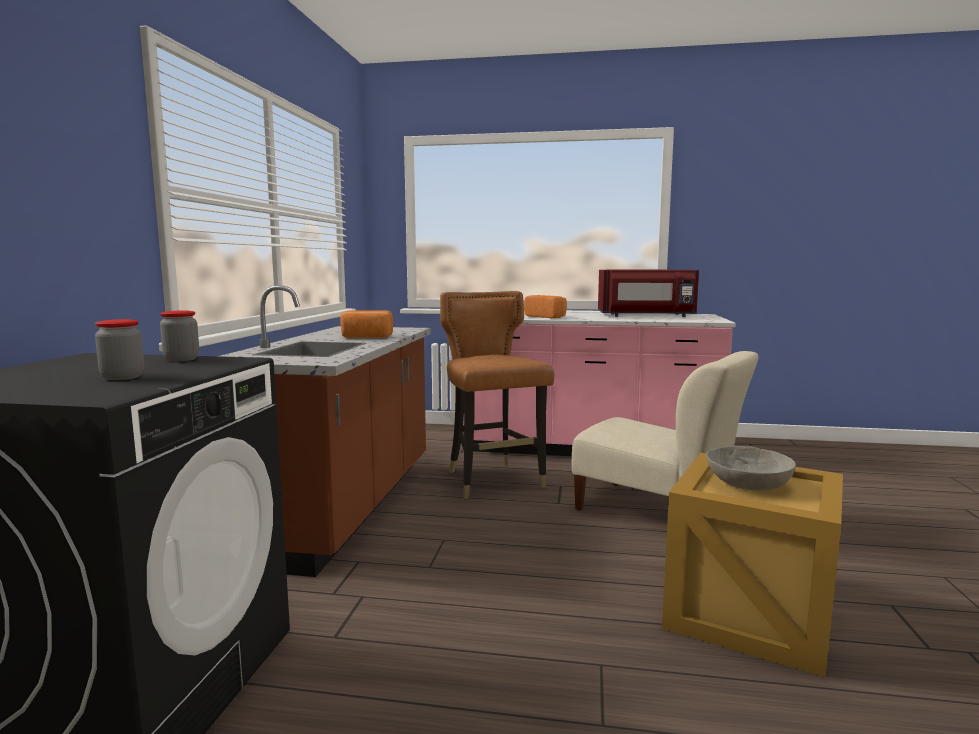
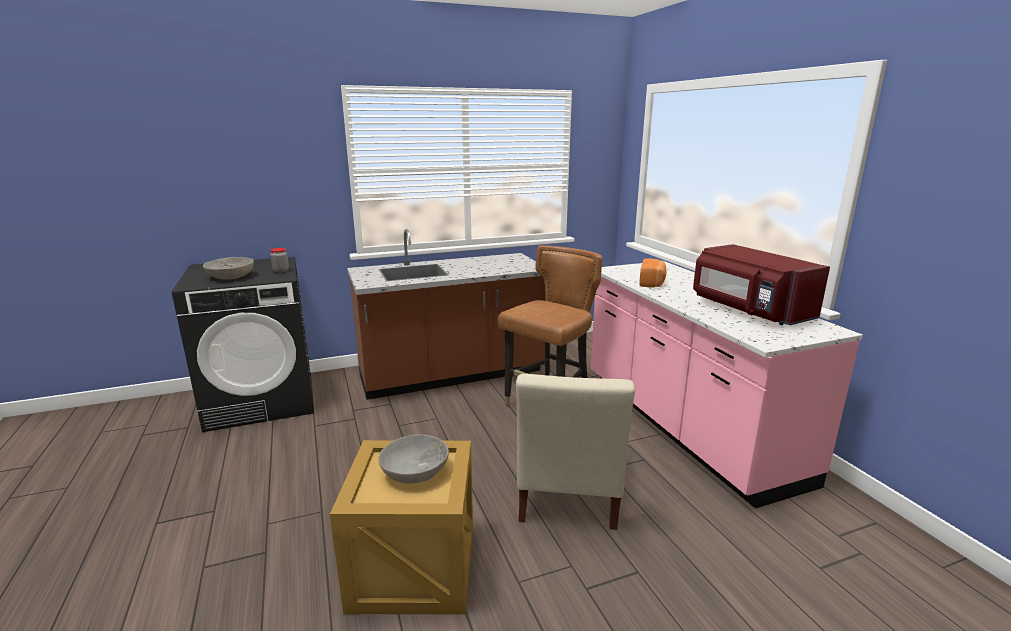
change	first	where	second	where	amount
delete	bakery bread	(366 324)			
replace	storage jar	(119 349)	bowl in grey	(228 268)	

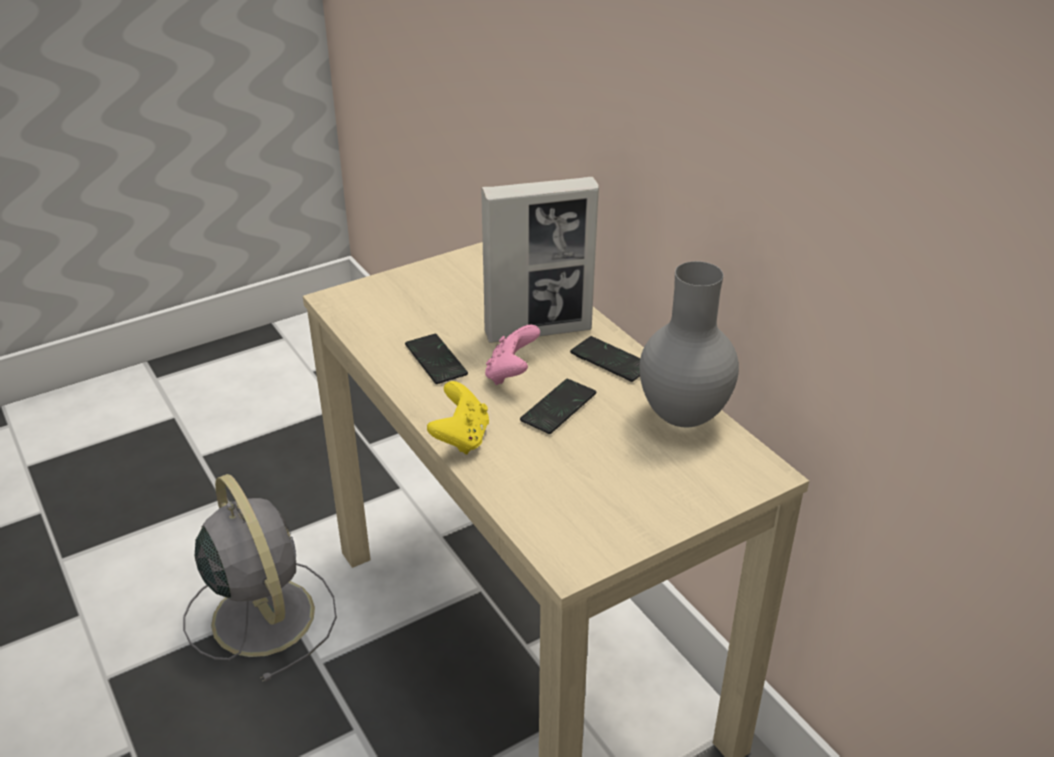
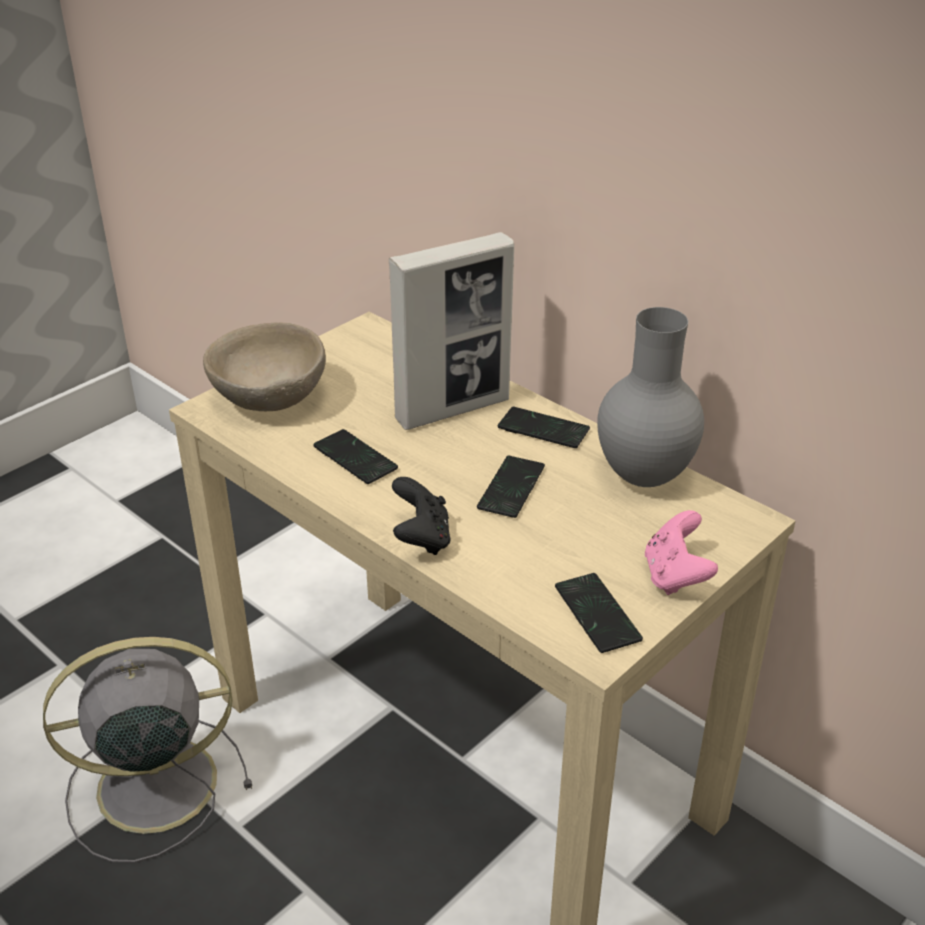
change	first	where	second	where	amount
move	joypad in pinkish	(512 355)		(681 552)	
recolor	joypad in yellowish	(458 418)	joypad in black-coloured	(421 516)	
rotate	electric fan in grey	(260 578)		(147 750)	60 degrees counterclockwise
insert			bowl in beige	(264 367)	
insert			handset	(599 613)	

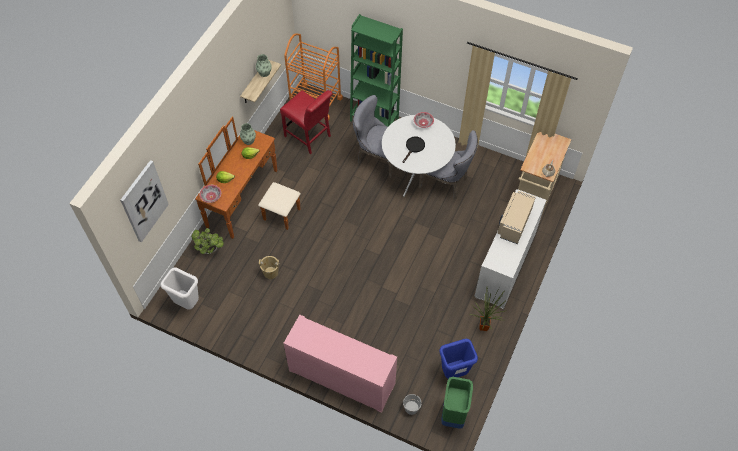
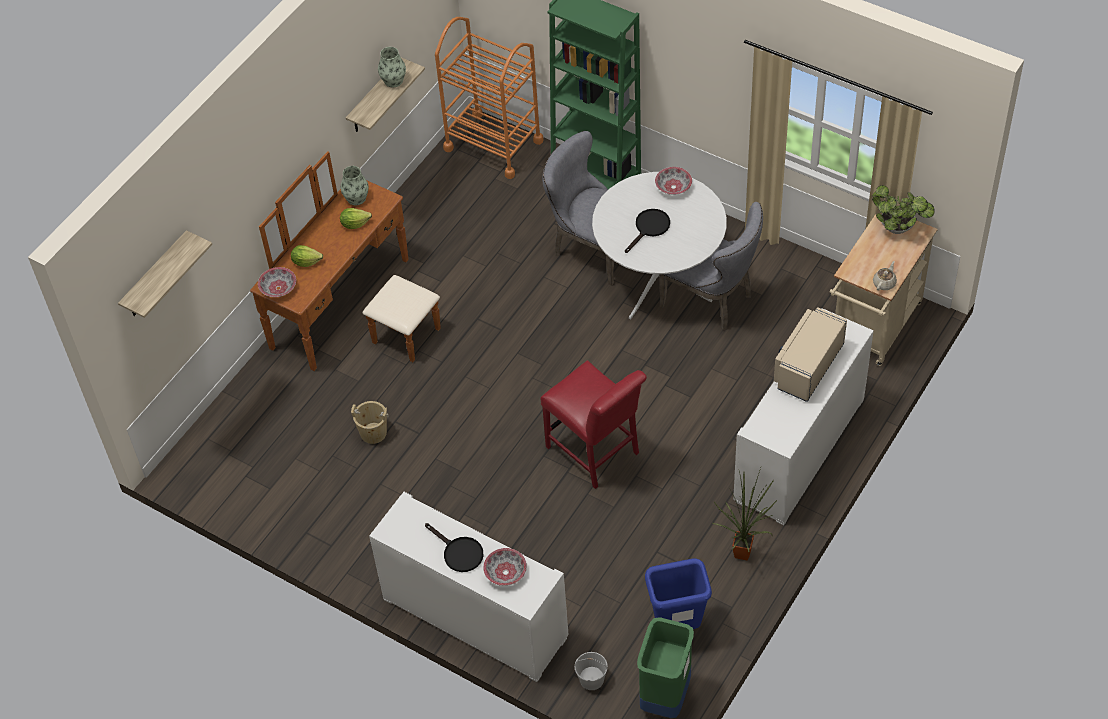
change	first	where	second	where	amount
move	upright chair in red-coloured	(306 122)		(593 424)	
replace	wall picture	(144 201)	wall shelf	(165 274)	
move	houseplant	(207 241)		(903 209)	
delete	trash can in white	(179 288)			
recolor	cupboard in pinkish	(340 364)	cupboard in white	(469 587)	
insert			pan in black-coloured	(454 547)	
insert			bowl	(505 567)	

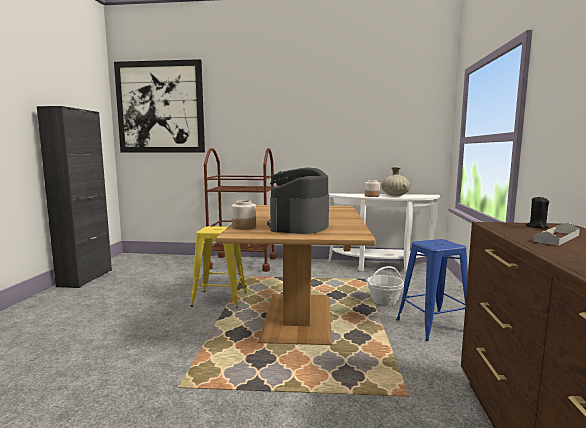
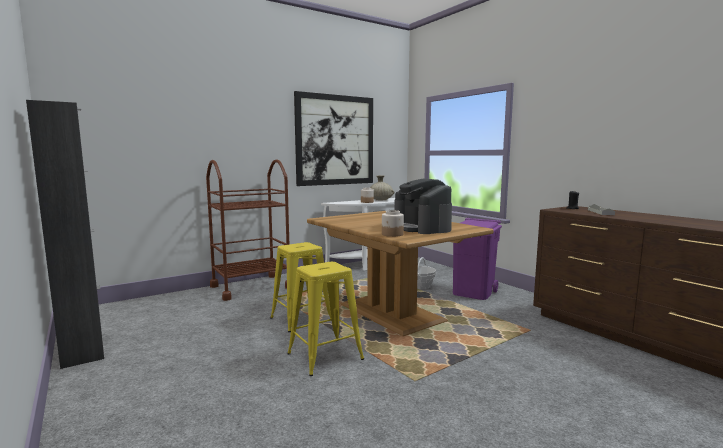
change	first	where	second	where	amount
move	wall picture	(159 105)		(333 138)	
replace	sitting stool in bluish	(432 290)	trash can in purple-coloured	(477 259)	
insert			sitting stool in yellowish	(325 319)	

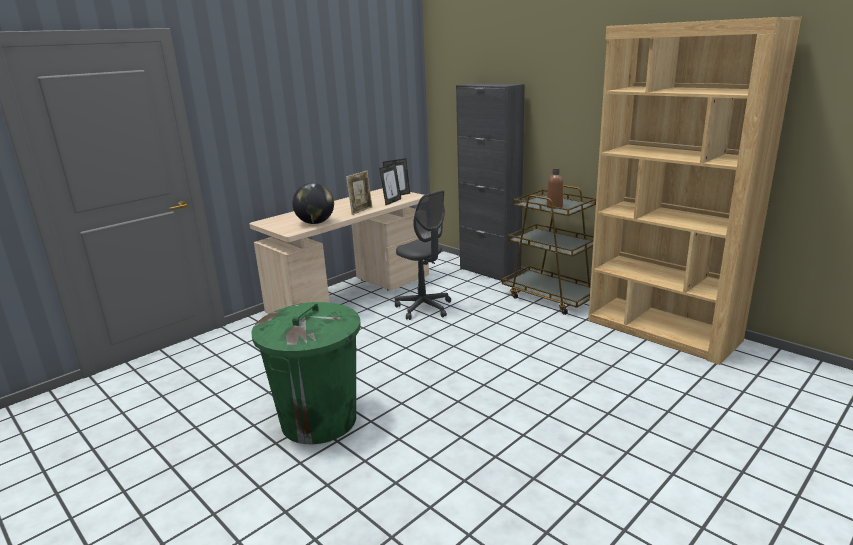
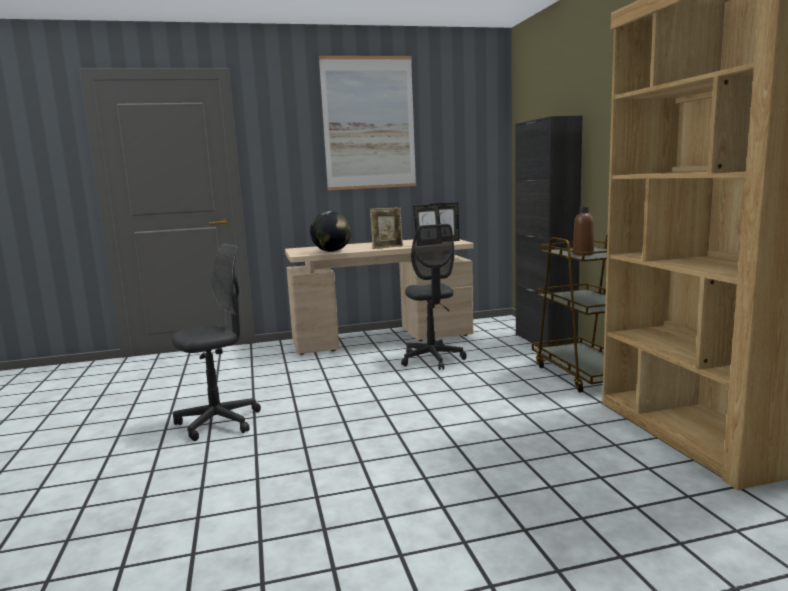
change	first	where	second	where	amount
replace	trash can in greenish	(305 373)	desk chair in grey	(216 342)	
insert			wall picture	(367 123)	

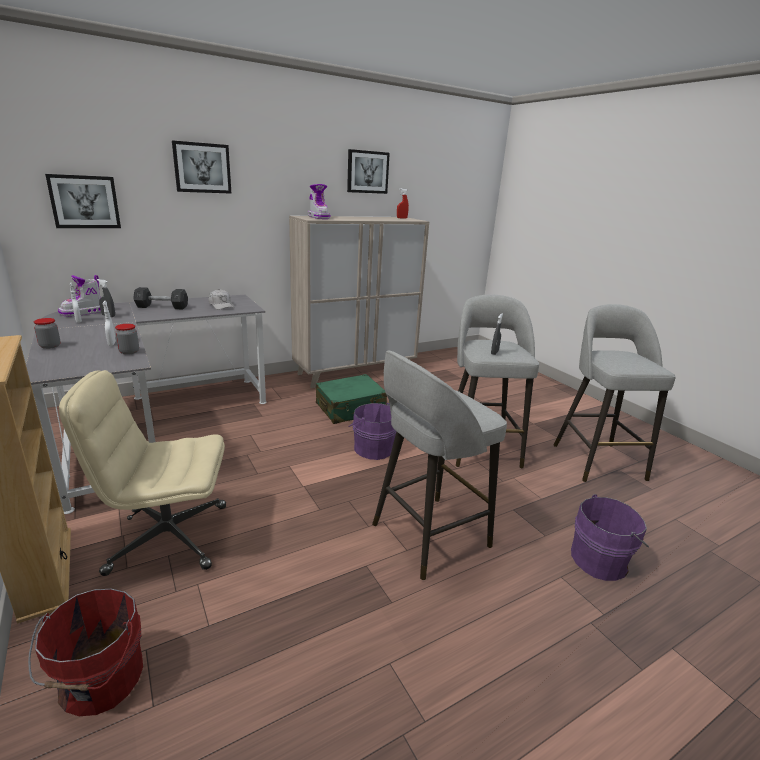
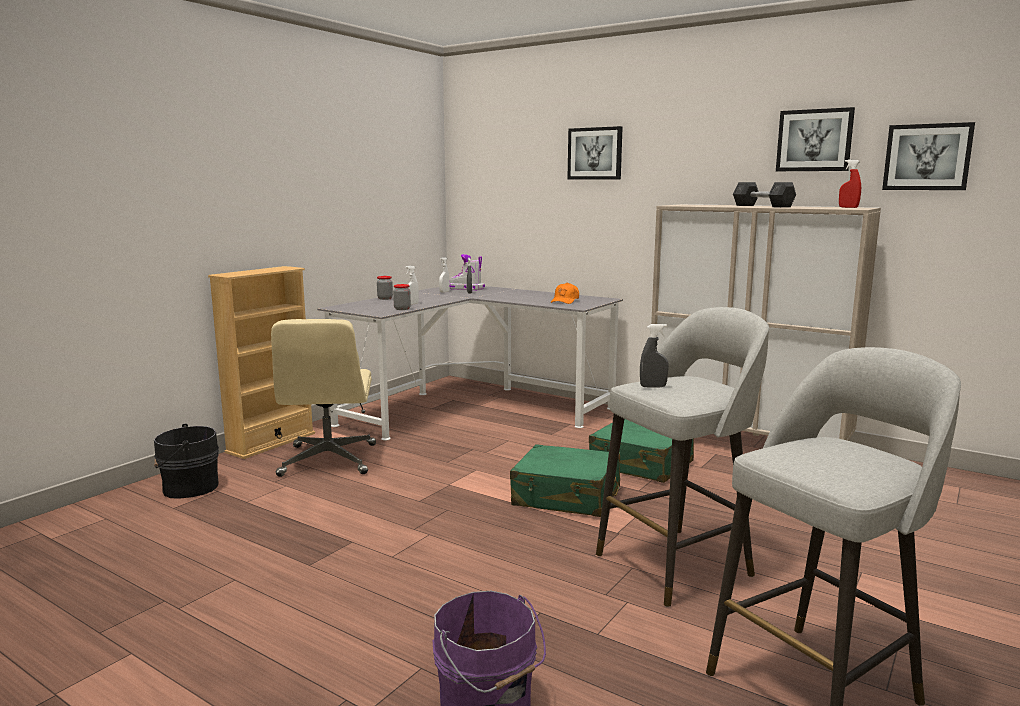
change	first	where	second	where	amount
move	wall picture	(83 201)		(928 156)	
delete	boot	(319 201)			
move	dumbbell in grey	(160 298)		(764 194)	
recolor	baseball cap in white	(222 299)	baseball cap in orangey	(565 293)	
delete	sitting stool in grey	(439 465)			
rotate	desk chair in beige	(142 473)		(323 398)	150 degrees counterclockwise
replace	bucket in purple-coloured	(372 431)	travel case in greenish	(565 480)	
recolor	bucket in red-coloured	(85 652)	bucket in black-coloured	(186 461)	

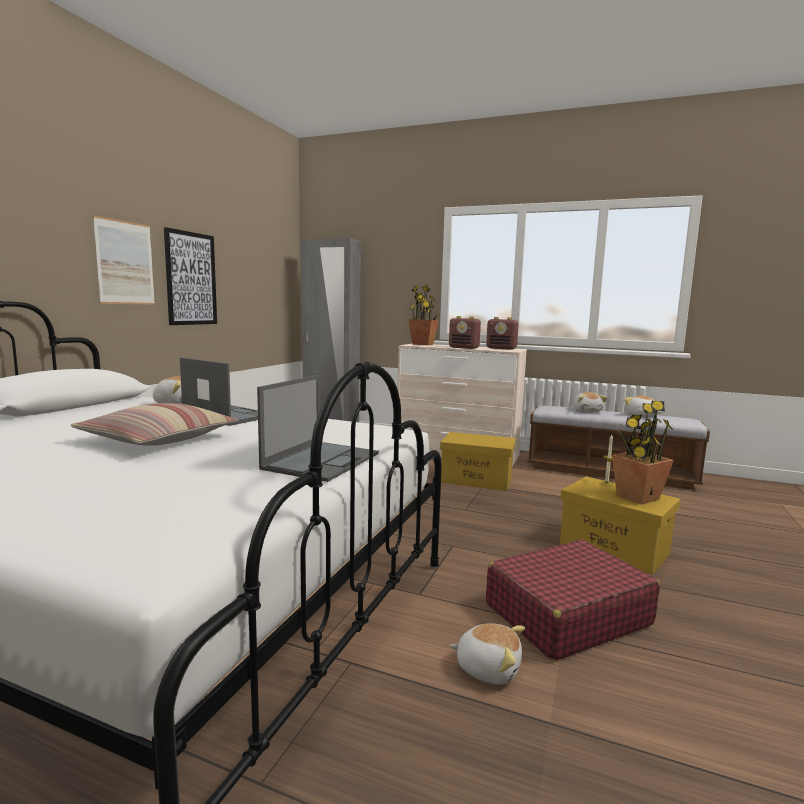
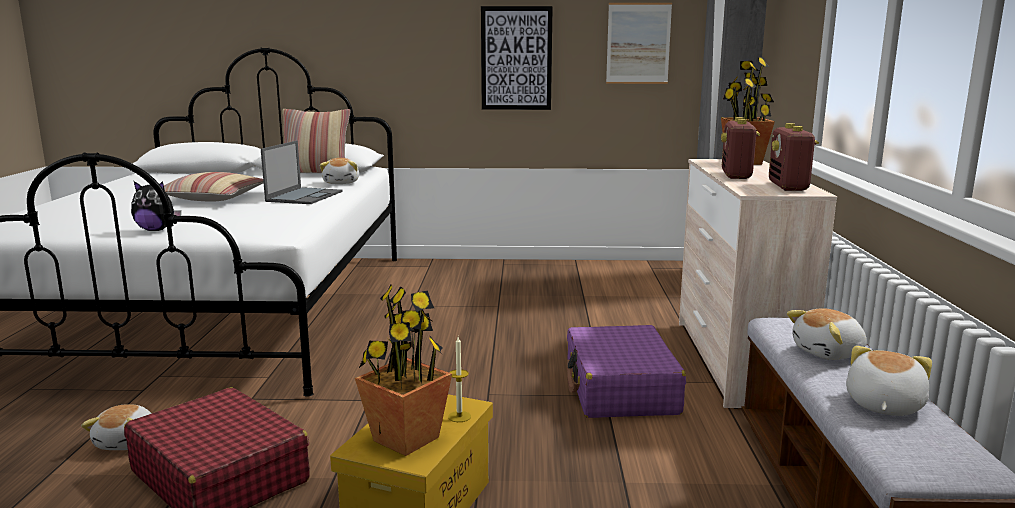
change	first	where	second	where	amount
move	wall picture	(124 260)		(639 43)	
replace	portable computer	(318 428)	plush toy	(156 206)	
replace	storage container in yellowish	(478 461)	travel case in purple-coloured	(626 371)	
insert			cushion	(316 141)	

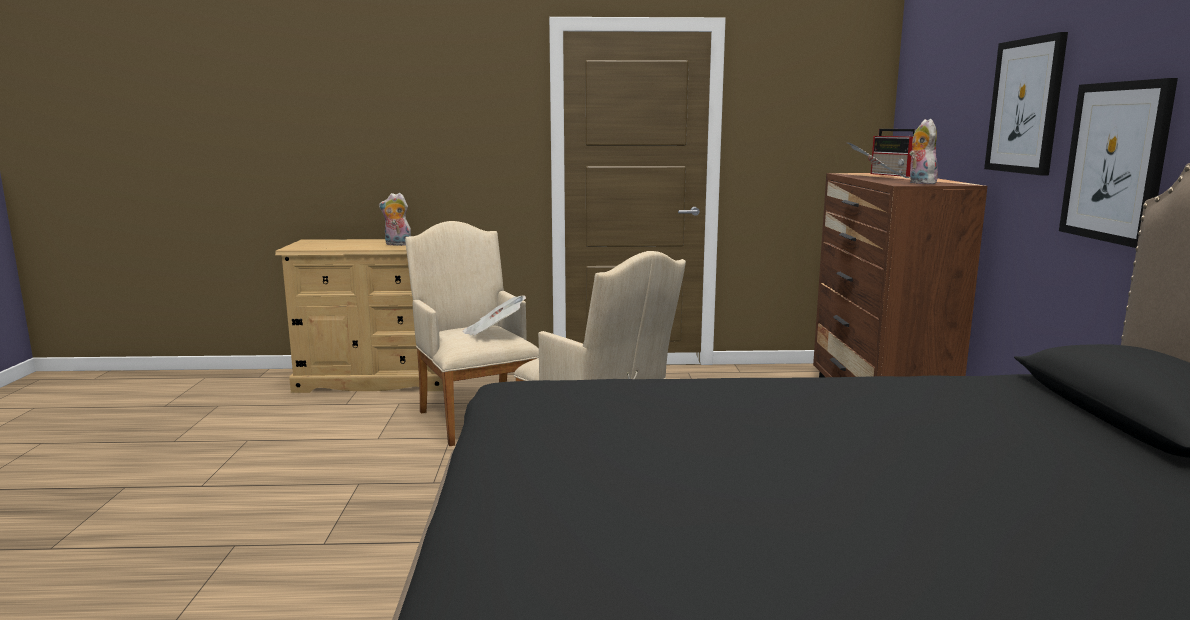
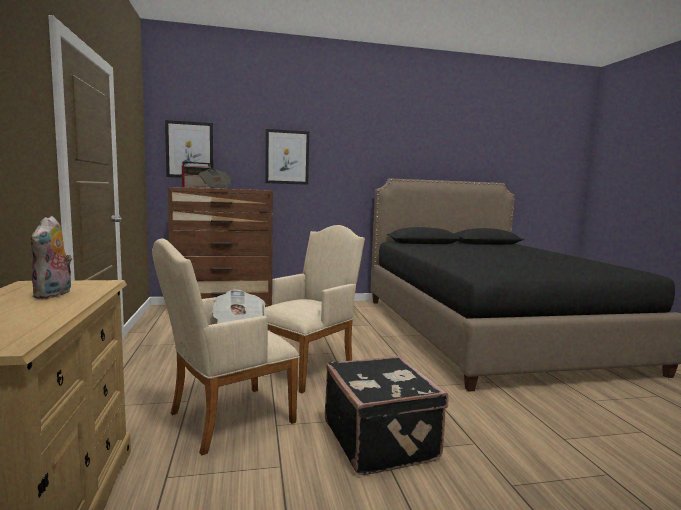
change	first	where	second	where	amount
move	wall picture	(1118 163)		(189 149)	
delete	plush toy	(923 151)			
insert			travel case in black-coloured	(387 415)	

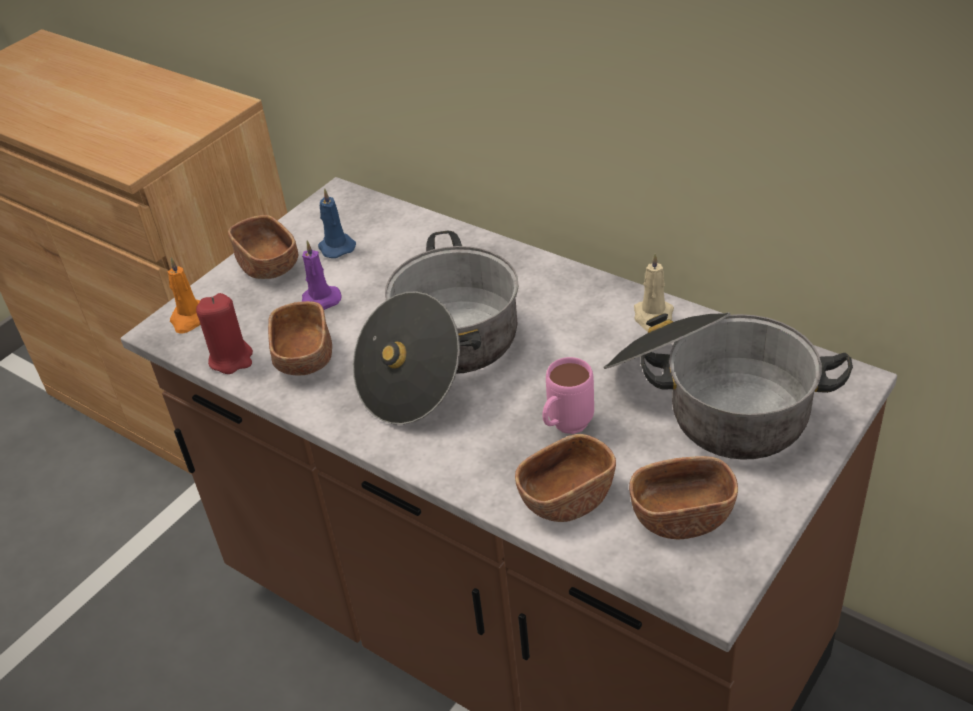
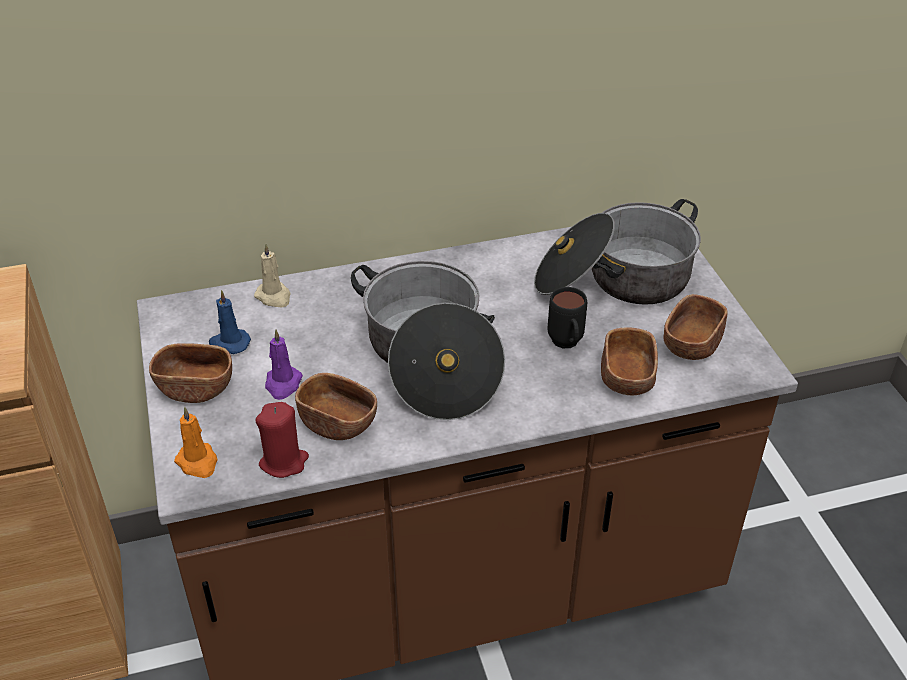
change	first	where	second	where	amount
move	wax light in beige	(654 292)		(272 275)	
recolor	tea mug in pinkish	(568 395)	tea mug in black-coloured	(567 317)	

